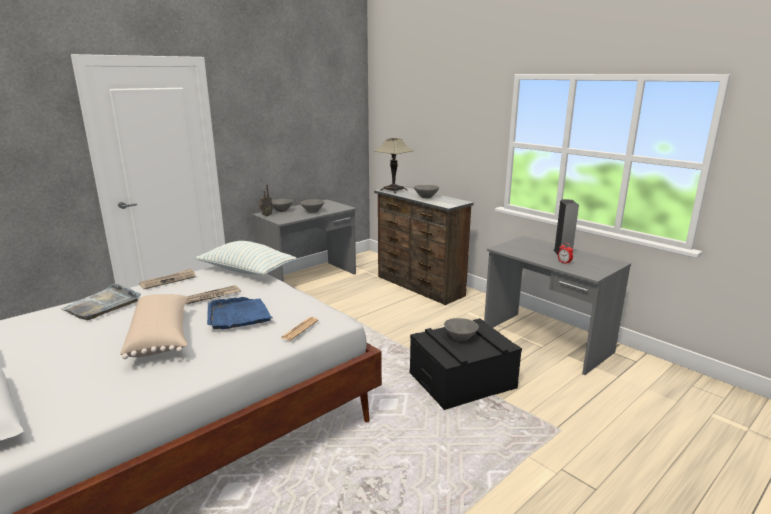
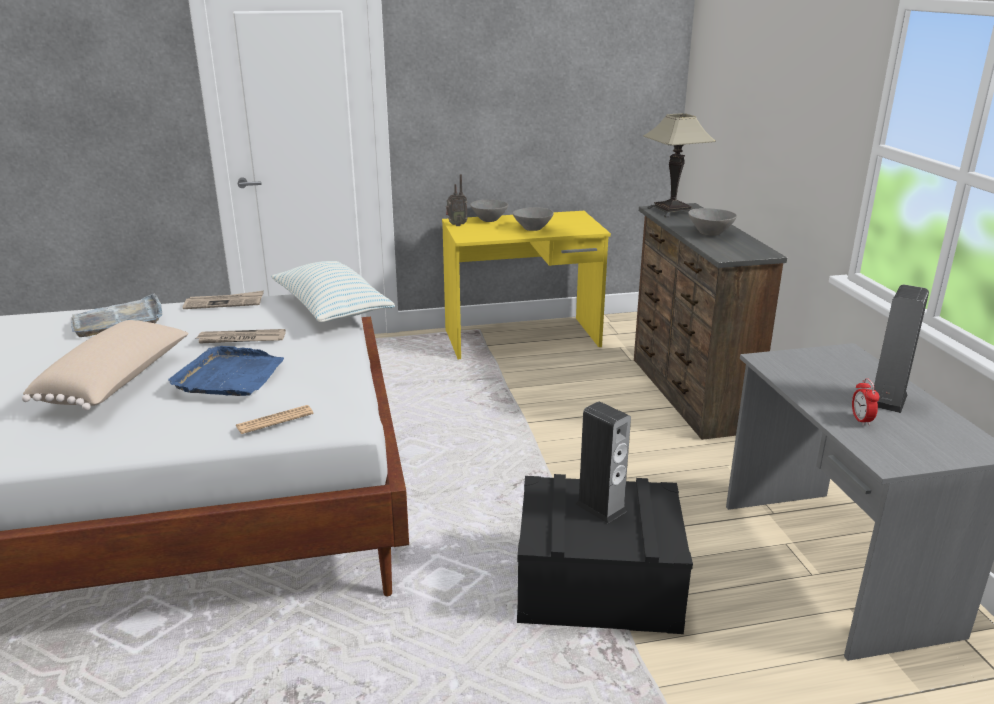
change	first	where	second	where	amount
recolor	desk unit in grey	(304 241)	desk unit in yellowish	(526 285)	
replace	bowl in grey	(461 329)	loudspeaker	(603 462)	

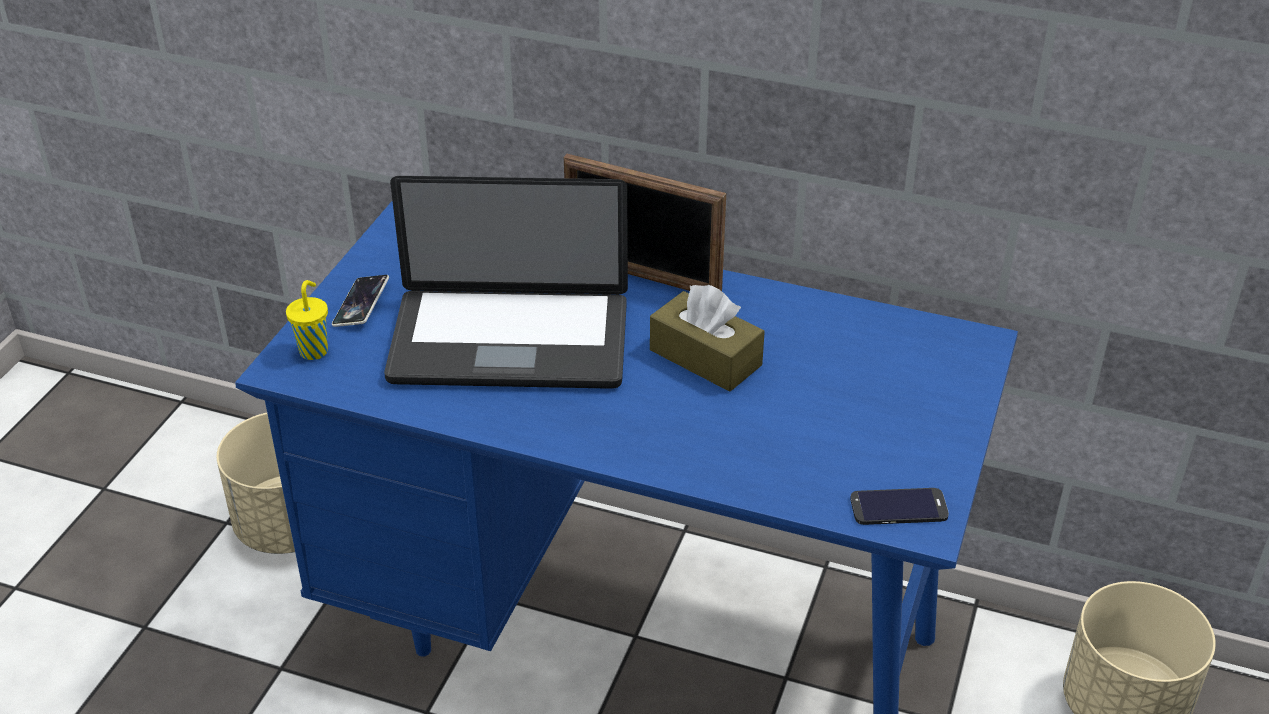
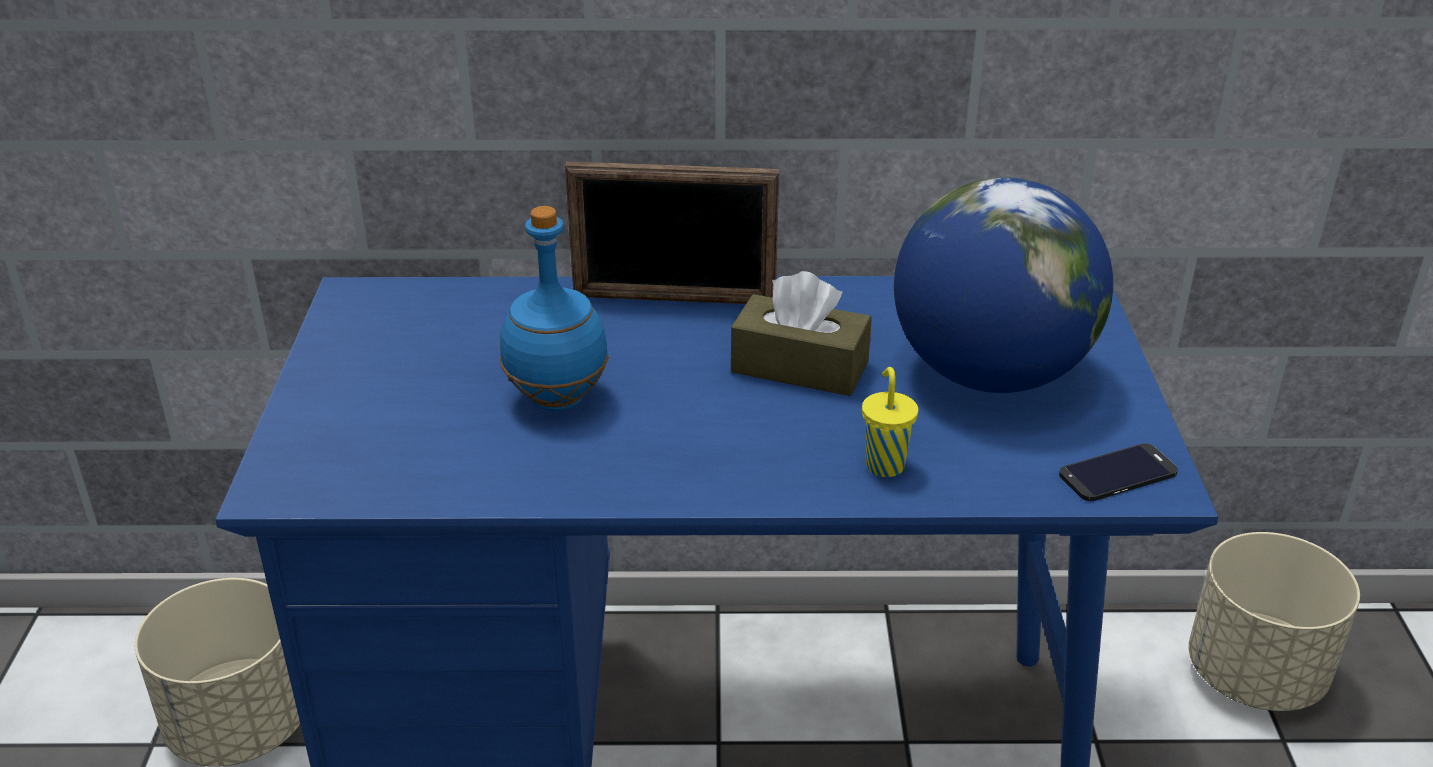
change	first	where	second	where	amount
replace	portable computer	(506 282)	bottle in bluish	(554 308)	
delete	handset	(360 301)			
move	cup in yellowish	(307 320)		(890 422)	
insert			desk globe	(1003 285)	

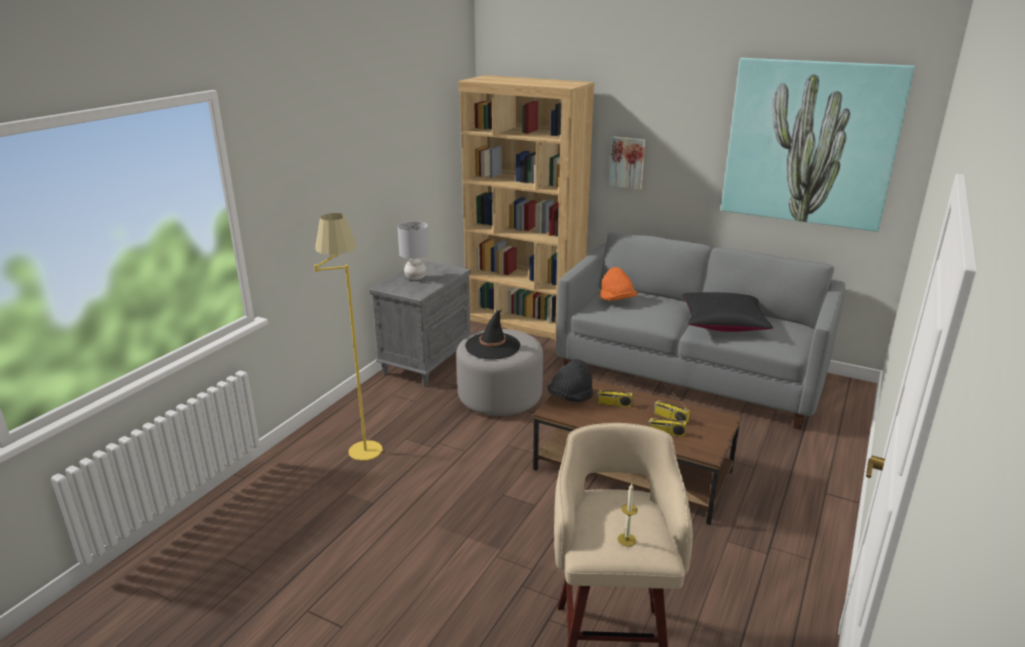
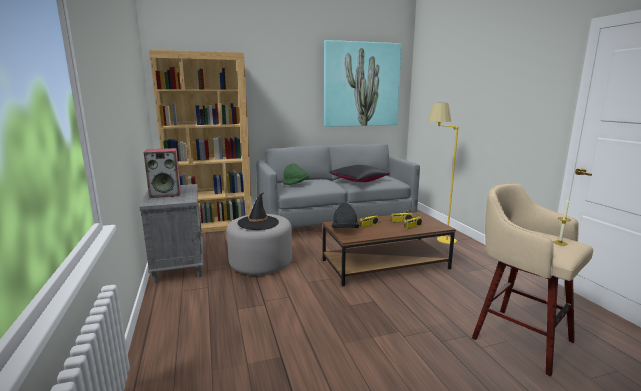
change	first	where	second	where	amount
delete	wall picture	(627 162)			
move	floor lamp in yellowish	(348 337)		(443 173)	
replace	tabletop lamp in grey	(413 250)	loudspeaker	(162 173)	
recolor	wearable hat in orangey	(618 284)	wearable hat in greenish	(296 174)	

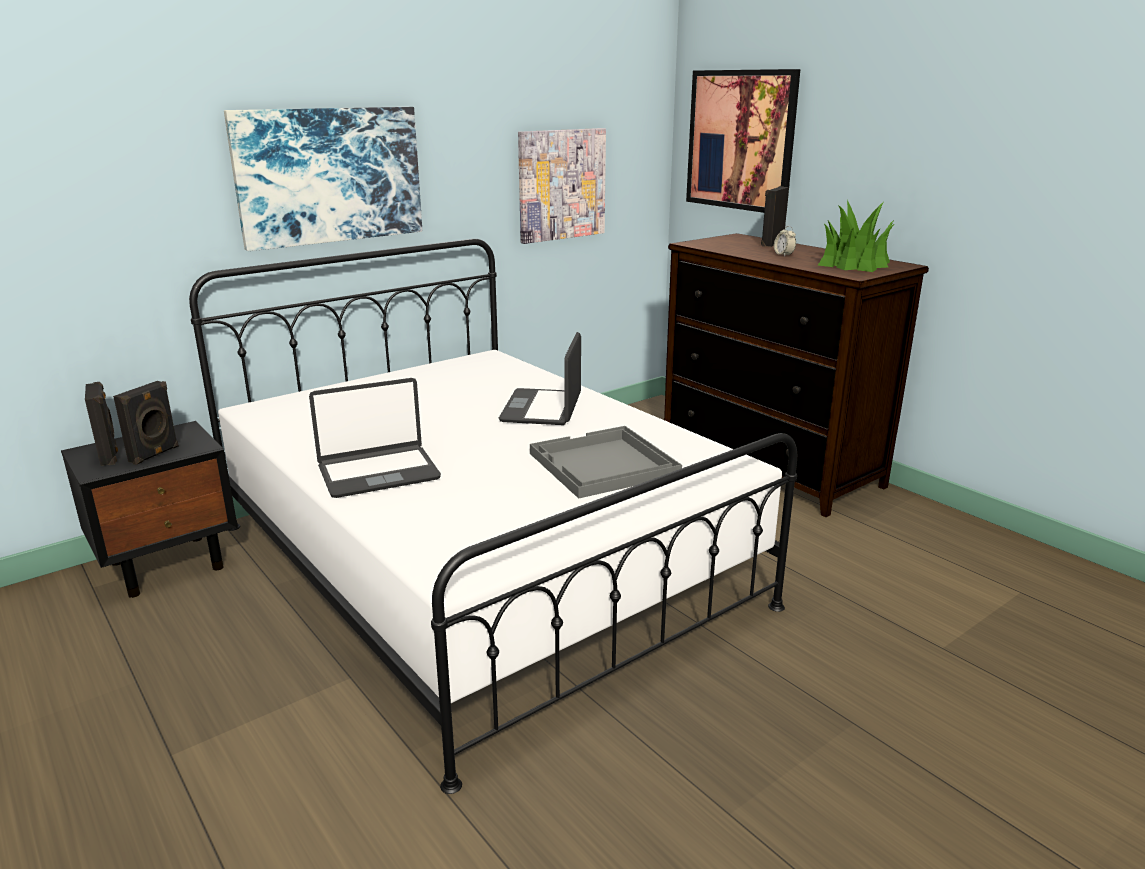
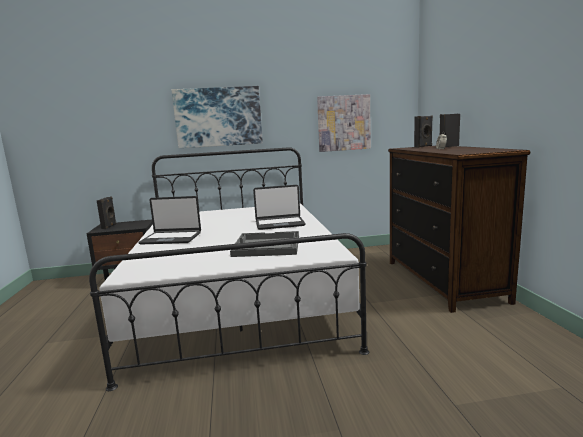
change	first	where	second	where	amount
delete	wall picture	(743 142)			
delete	houseplant	(856 236)			
rotate	portable computer	(540 378)		(279 207)	135 degrees counterclockwise
move	loudspeaker in black-coloured	(146 423)		(423 131)	

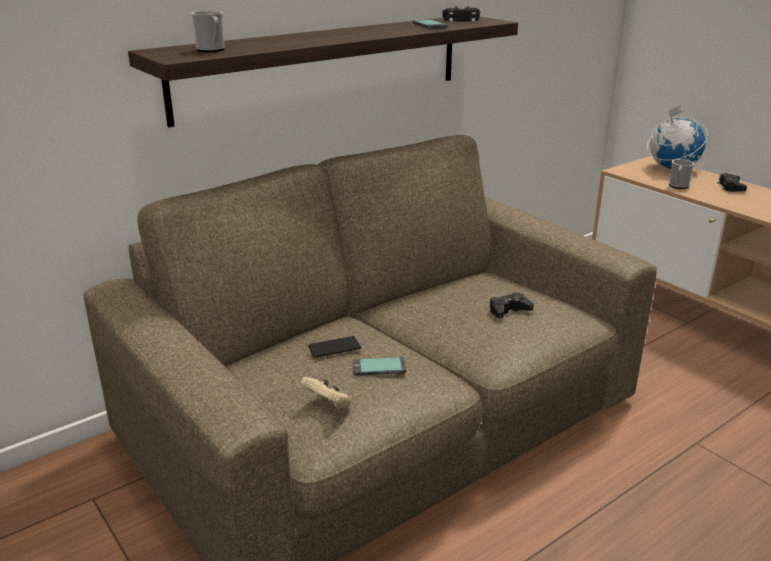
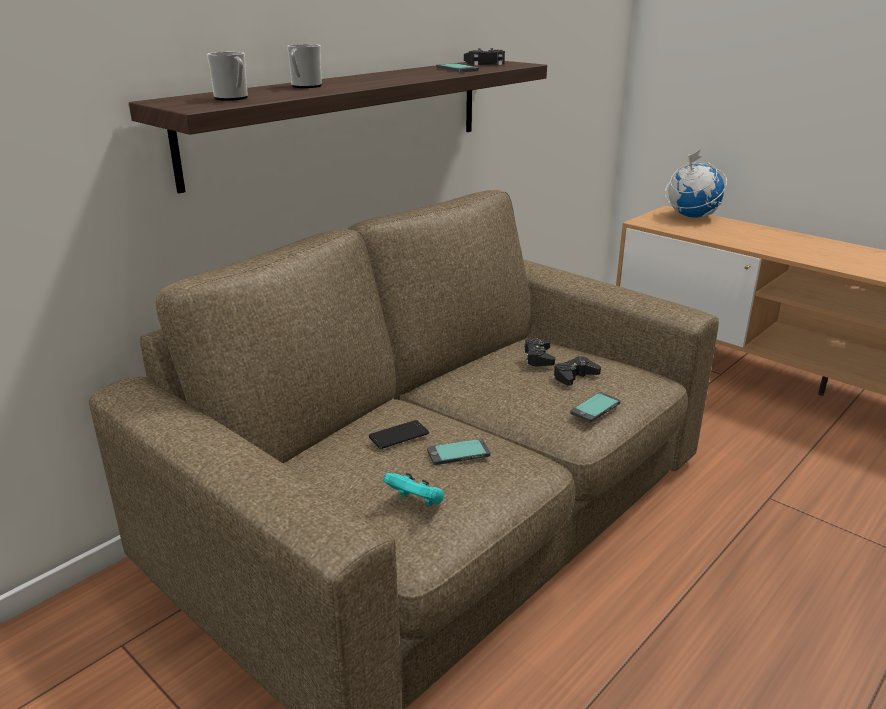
change	first	where	second	where	amount
move	tea mug	(681 174)		(304 66)	
move	joypad in black-coloured	(732 182)		(539 352)	
recolor	joypad in beige	(326 393)	joypad in turquoise-coloured	(414 490)	
insert			handset	(595 407)	

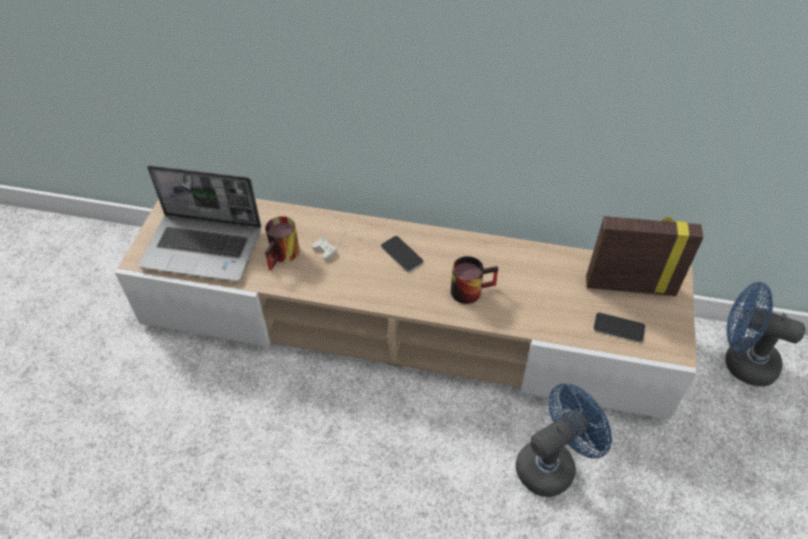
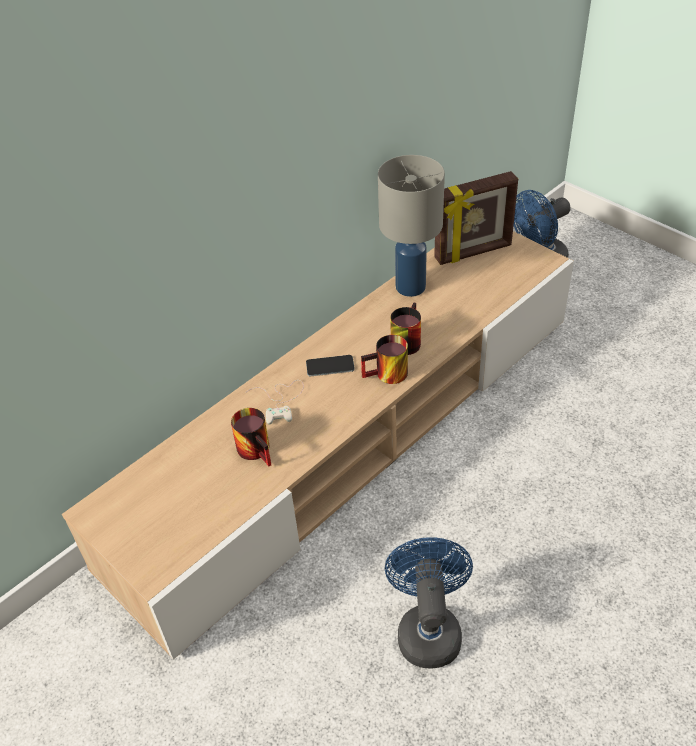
change	first	where	second	where	amount
delete	portable computer	(199 223)			
rotate	photo frame	(645 256)		(476 218)	150 degrees counterclockwise
delete	handset	(619 328)			
move	electric fan in bluish	(564 440)		(429 603)	
insert			tabletop lamp in grey	(411 226)	
insert			tea mug	(384 359)	

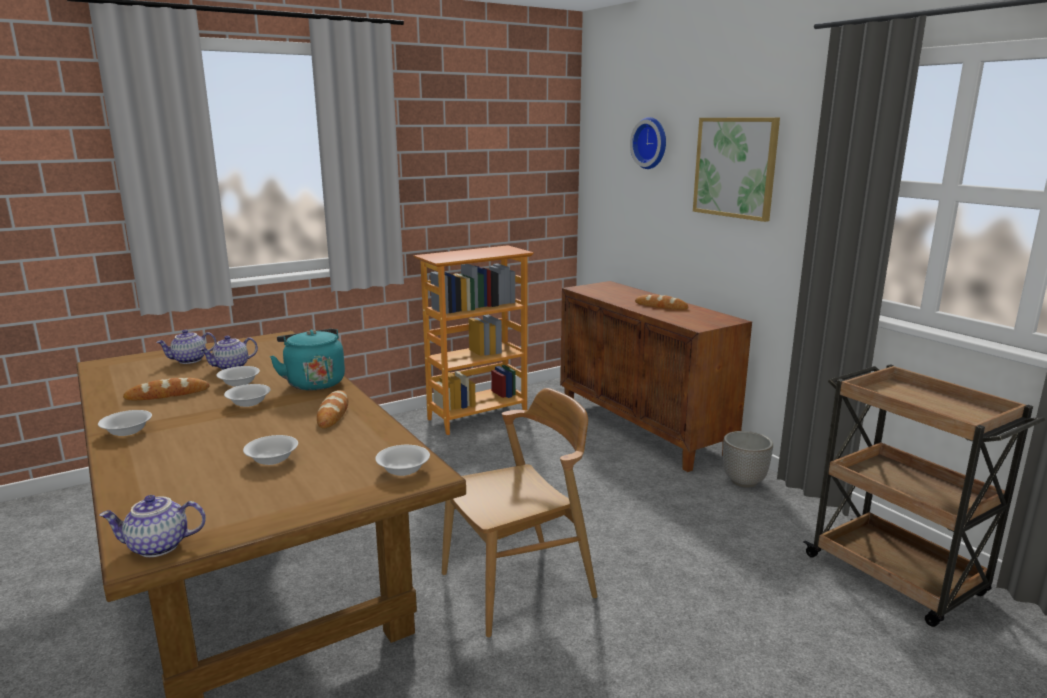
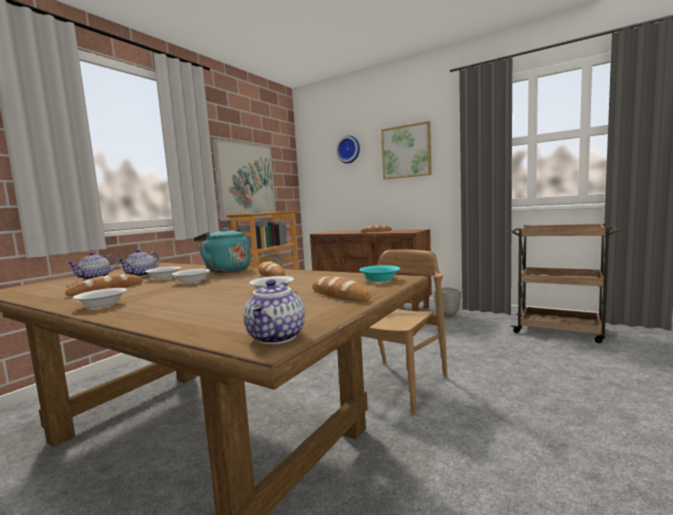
change	first	where	second	where	amount
recolor	bowl in white	(402 460)	bowl in turquoise-coloured	(379 273)	
rotate	tea pot	(152 526)		(274 311)	45 degrees counterclockwise
insert			wall picture	(244 180)	
insert			bakery bread	(341 288)	

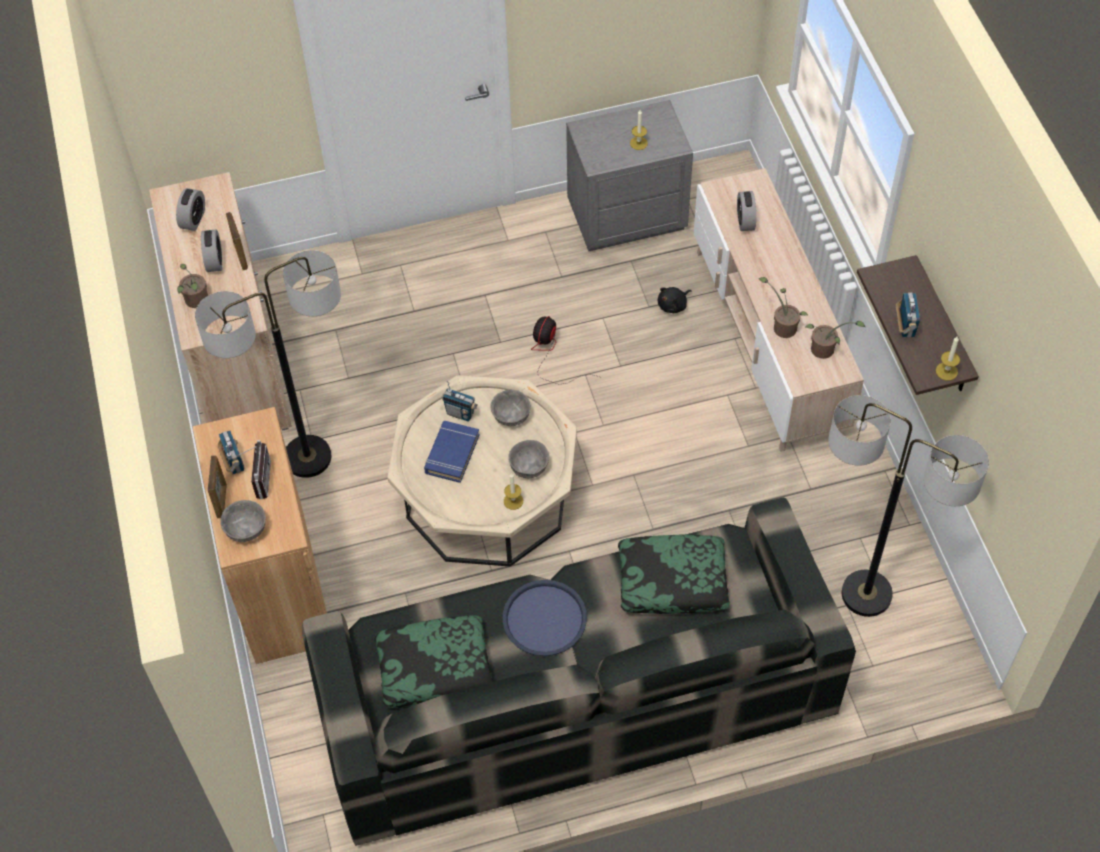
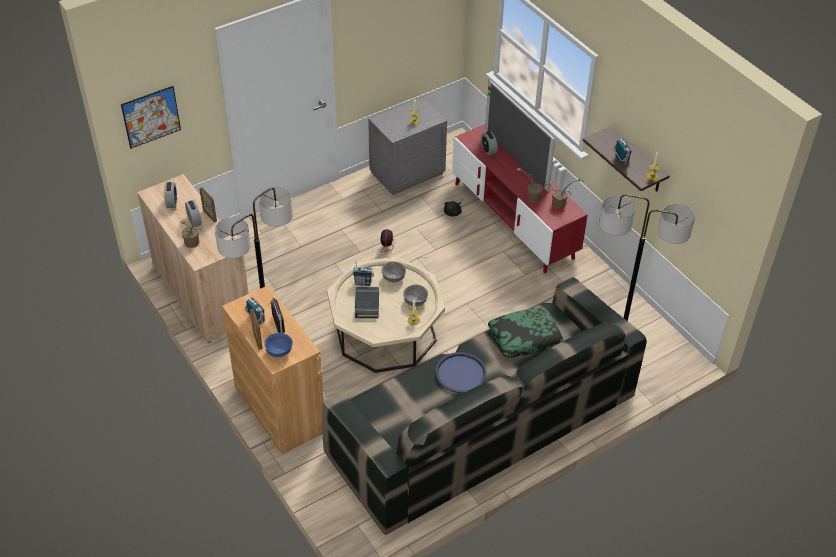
change	first	where	second	where	amount
recolor	tv stand in beige	(779 310)	tv stand in red-coloured	(520 199)	
recolor	book in bluish	(451 452)	book in black-coloured	(367 302)	
recolor	bowl in grey	(243 521)	bowl in bluish	(278 345)	
delete	cushion	(433 661)			
insert			TV	(520 135)	
insert			wall picture	(151 117)	

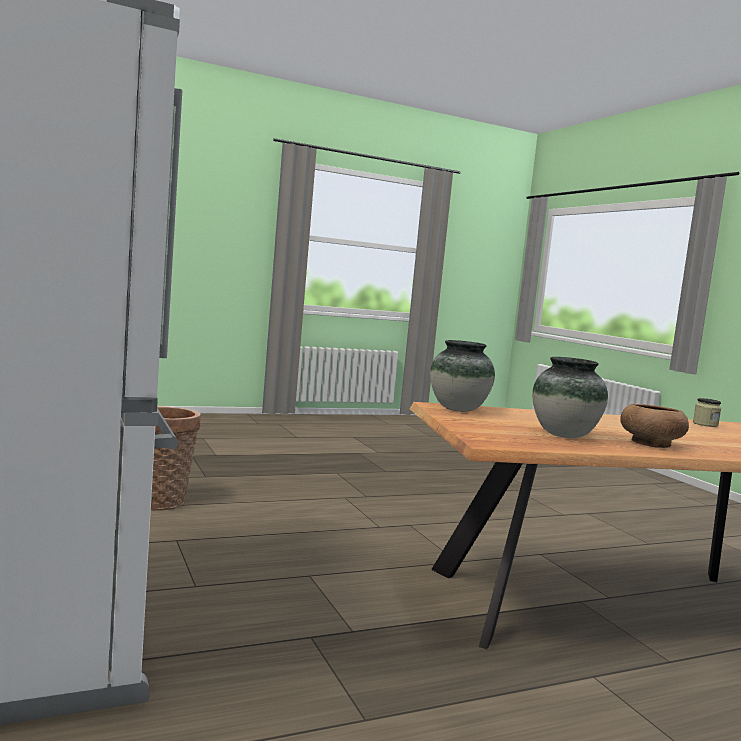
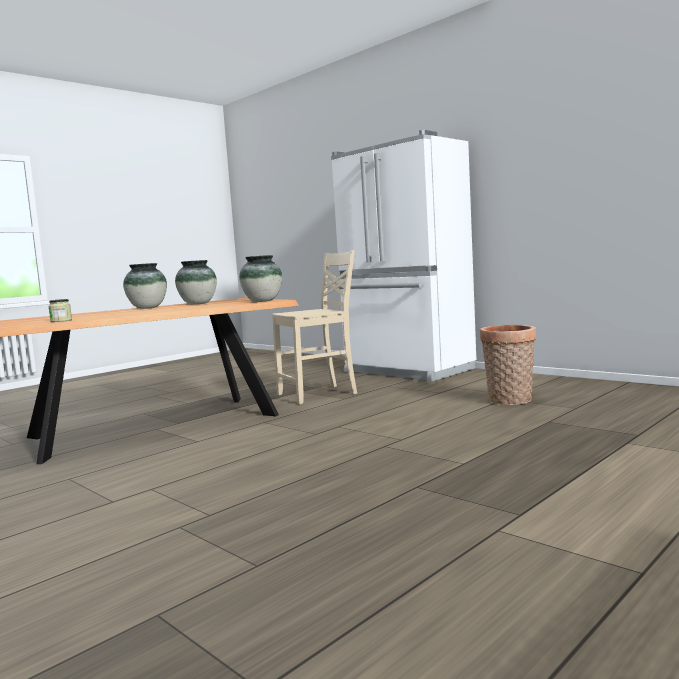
change	first	where	second	where	amount
replace	bowl in brownish	(654 426)	flower vase	(145 286)	
insert			upright chair in beige	(314 327)	

